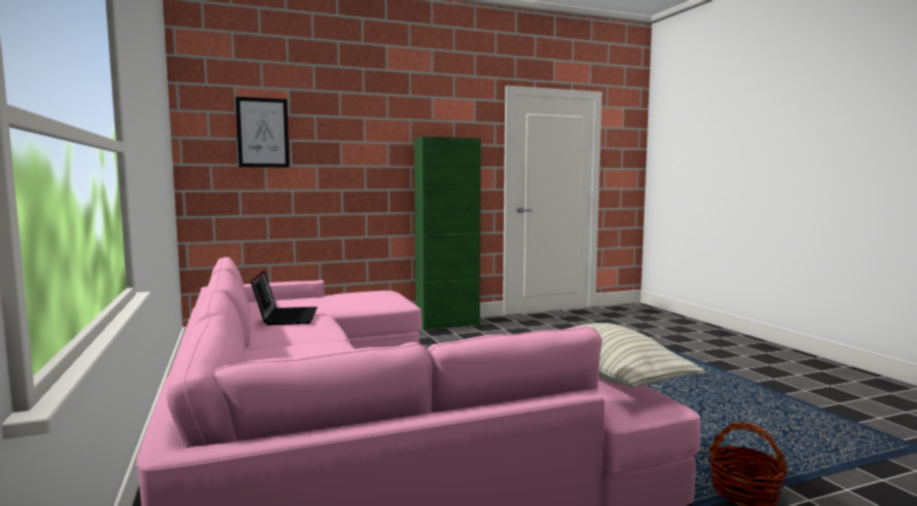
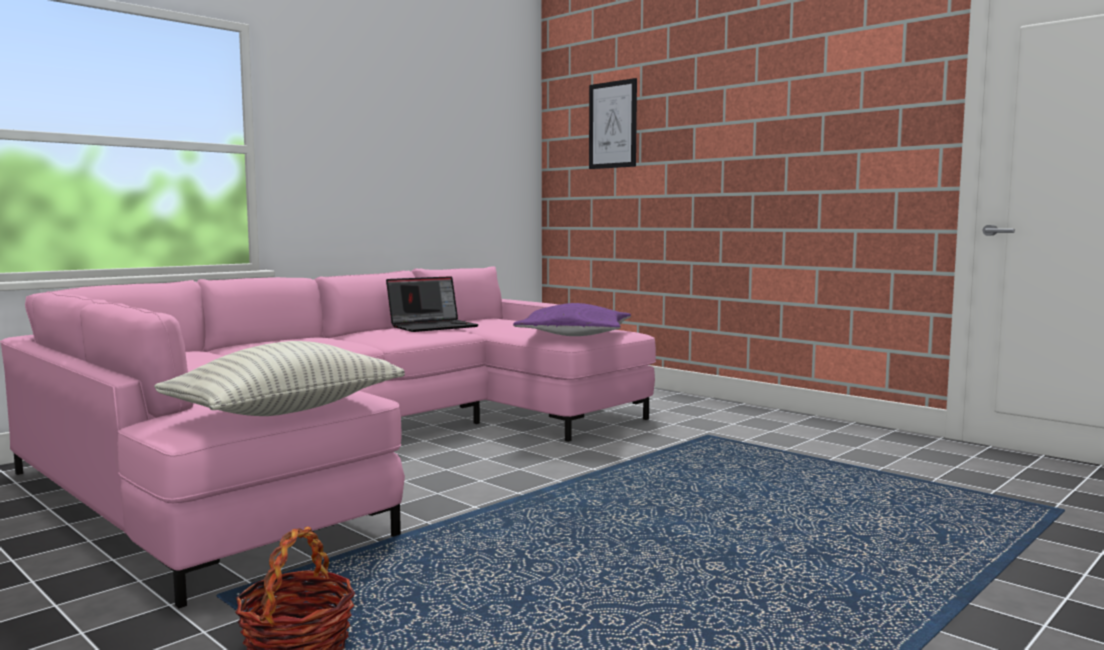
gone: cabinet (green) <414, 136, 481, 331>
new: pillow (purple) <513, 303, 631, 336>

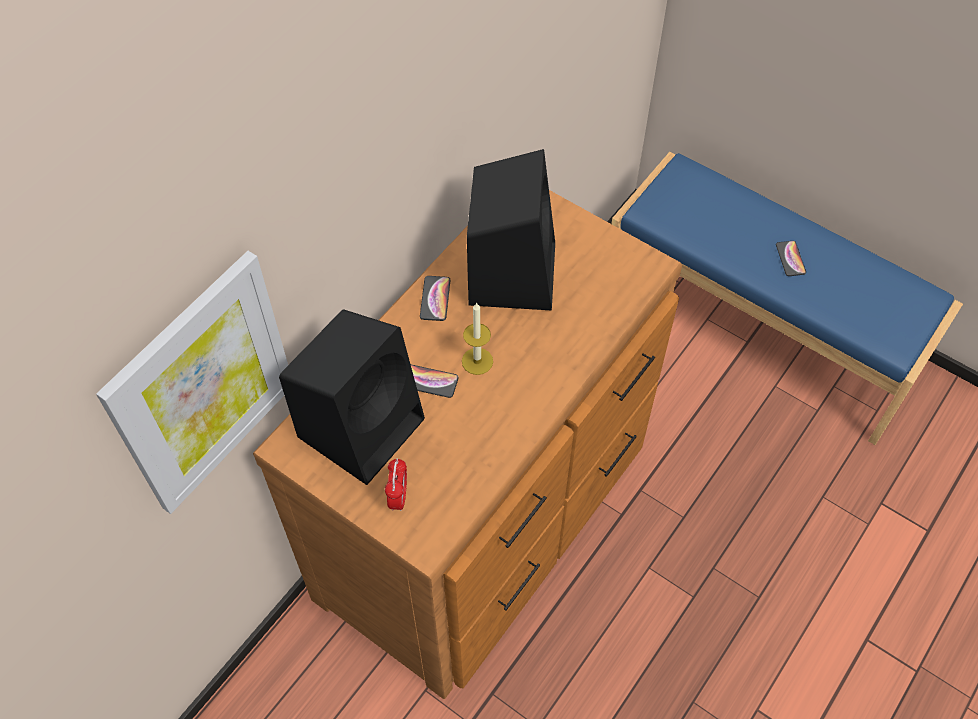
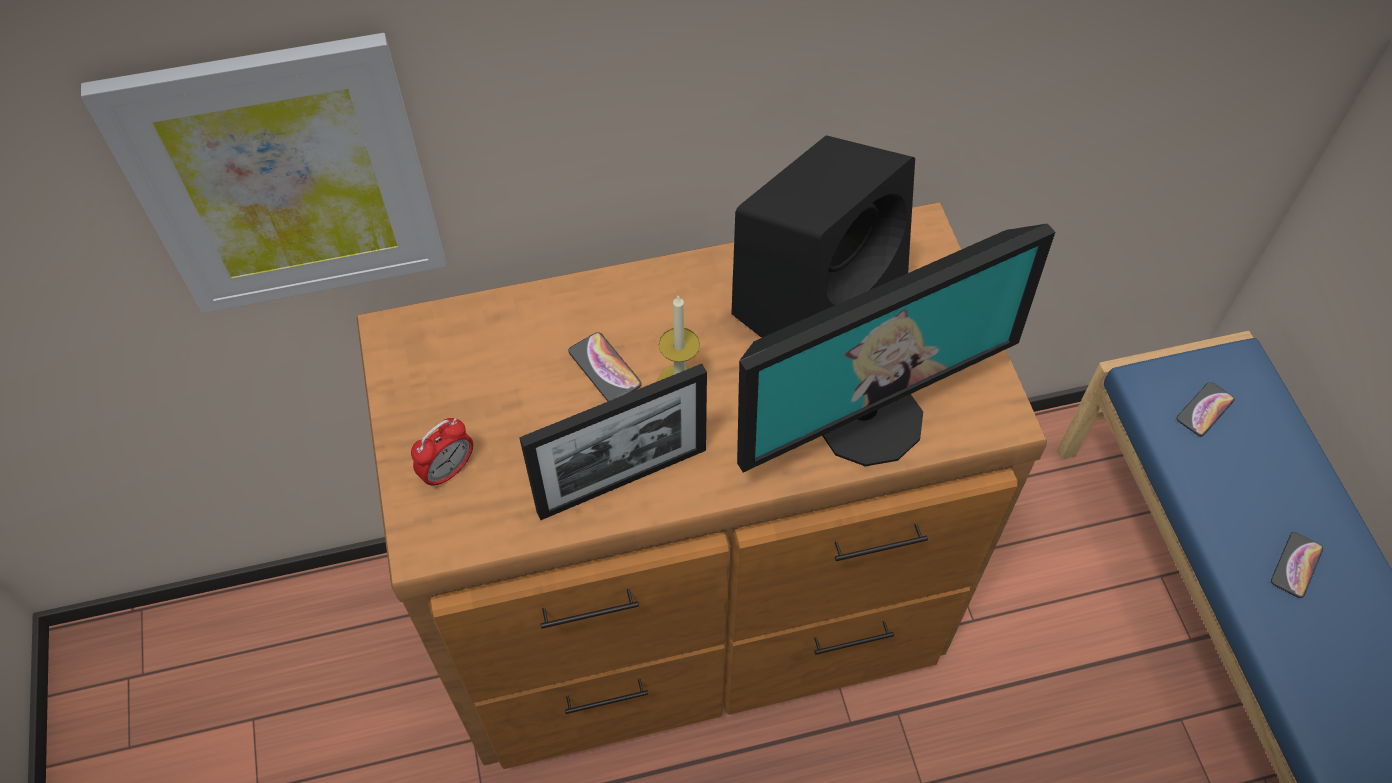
gone: speaker (black) <279, 309, 425, 485>
new: picture frame <519, 364, 707, 520>; monitor <737, 223, 1055, 473>
shifted: phone <420, 276, 450, 321> to <1176, 382, 1234, 436>

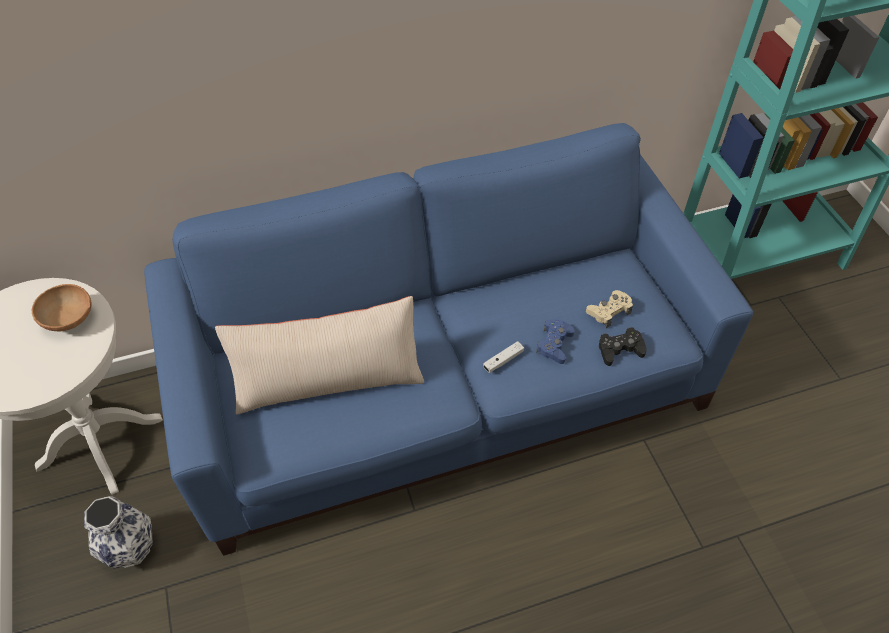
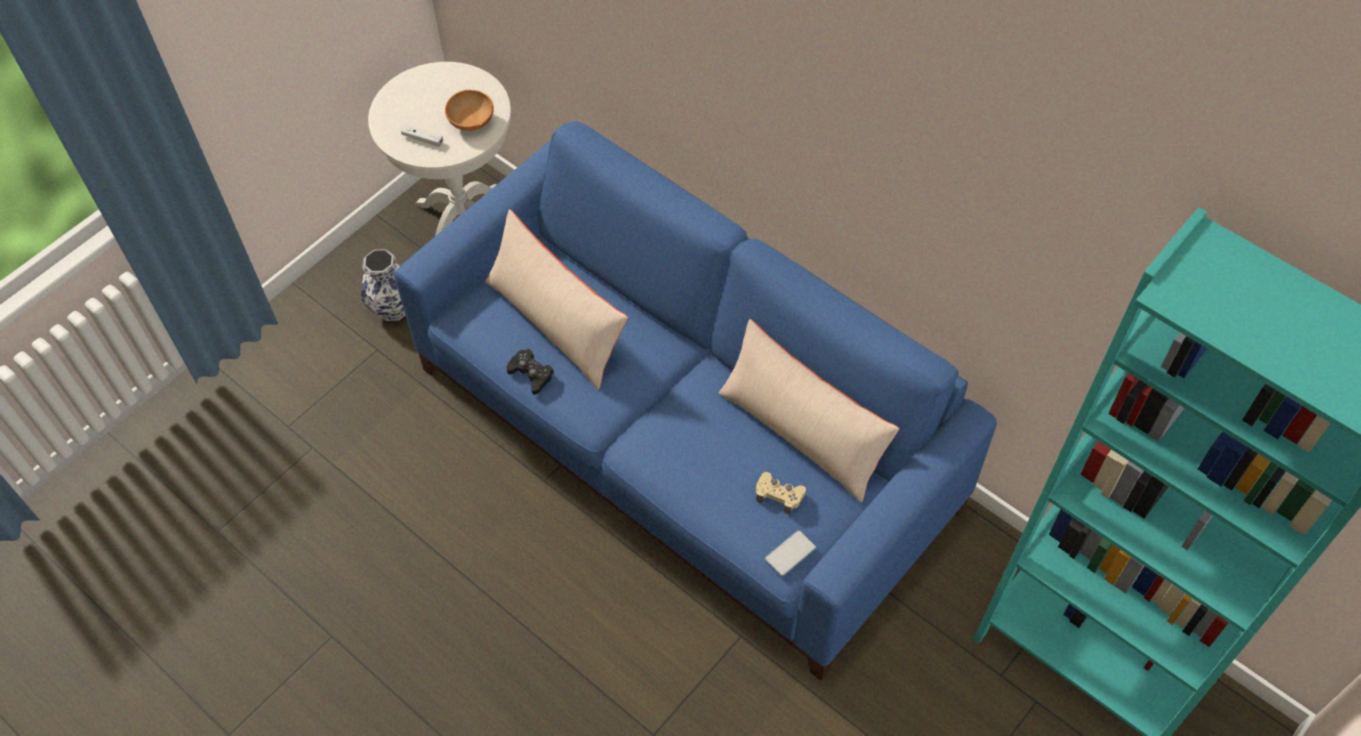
gone: game controller (blue) <536, 319, 574, 364>
new: pillow (beige) <719, 319, 899, 502>; phone <765, 530, 816, 576>
shifted: game controller (white) <483, 341, 524, 373> to <401, 125, 443, 147>; game controller (black) <599, 327, 647, 366> to <506, 349, 554, 395>

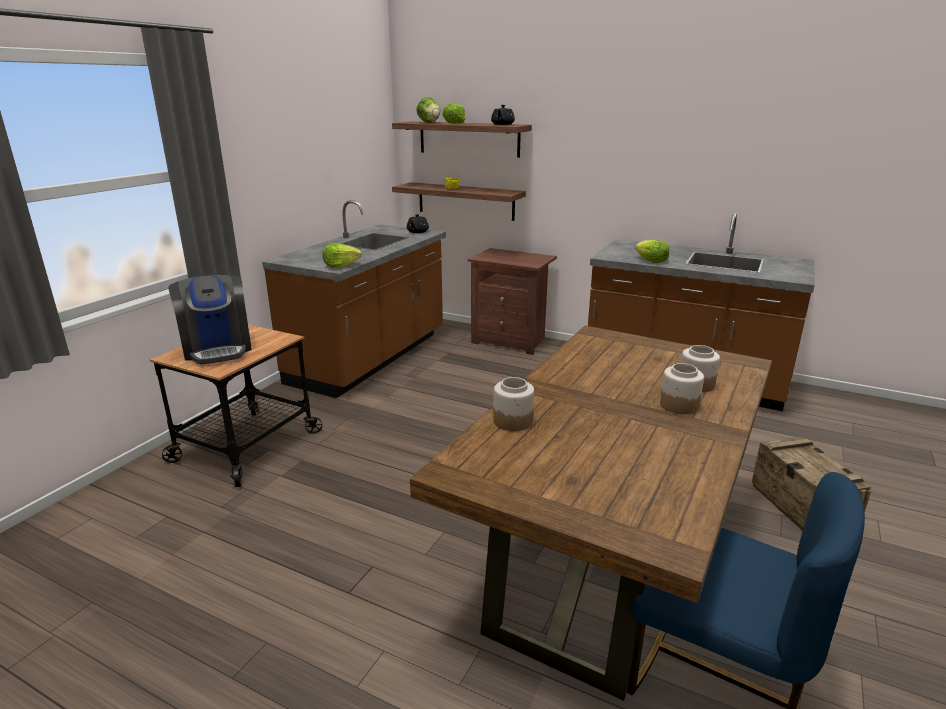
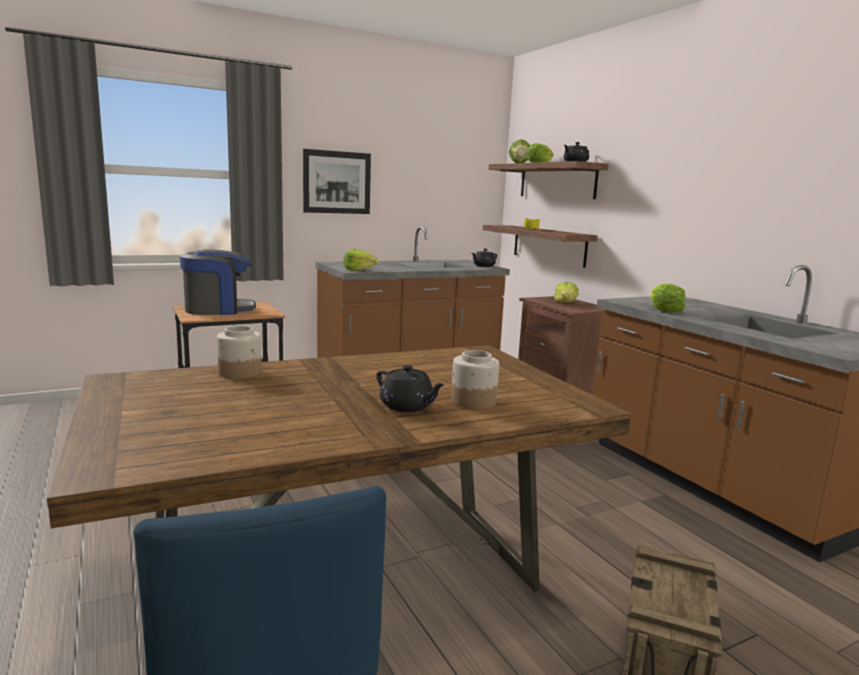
new: picture <303, 149, 371, 214>; lettuce <554, 282, 579, 302>
swapped: jar <660, 363, 704, 414> to teapot (black) <376, 365, 445, 412>
rotated: coffee machine <168, 275, 252, 365> = <180, 249, 256, 315> 120 degrees counterclockwise

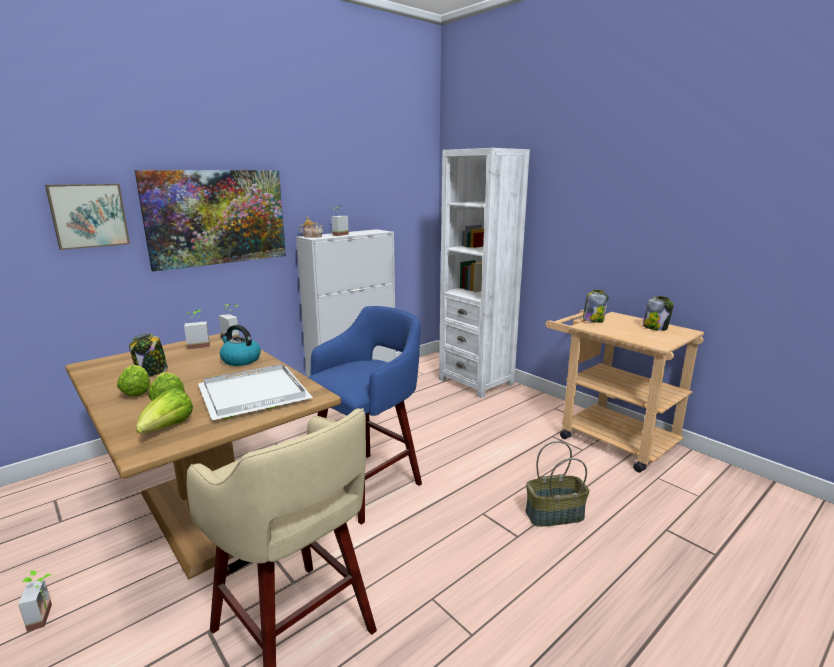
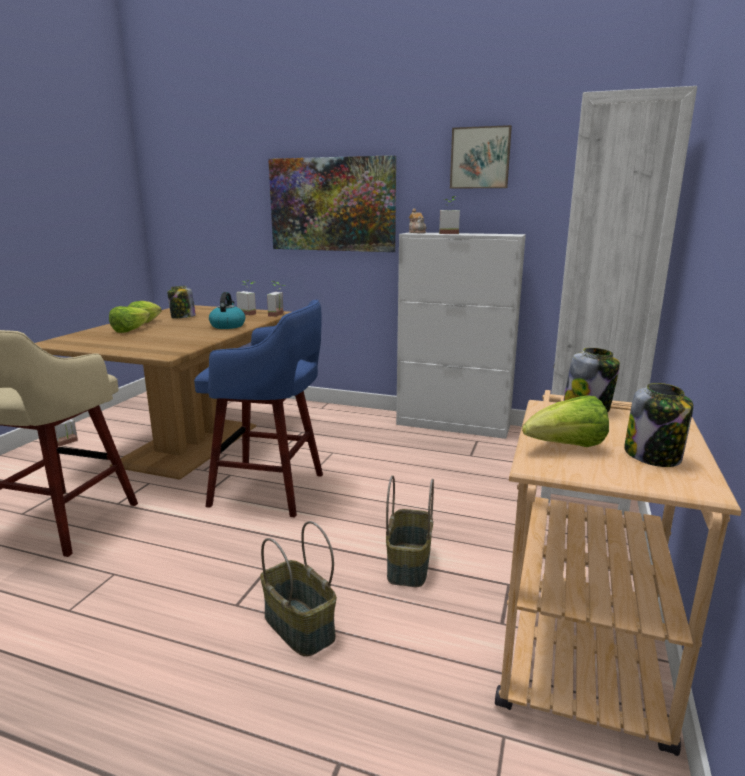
gone: tray (white) <198, 364, 313, 420>
new: basket <386, 475, 434, 587>
shifted: picture <45, 184, 130, 250> to <450, 125, 512, 189>; lettuce <136, 388, 193, 433> to <522, 395, 609, 447>

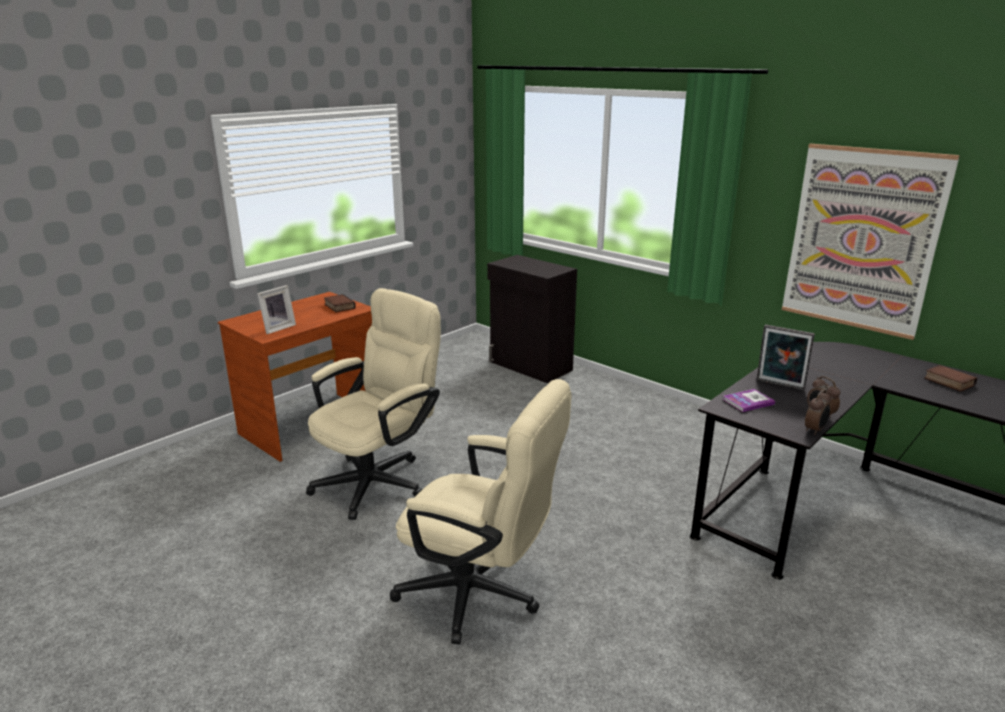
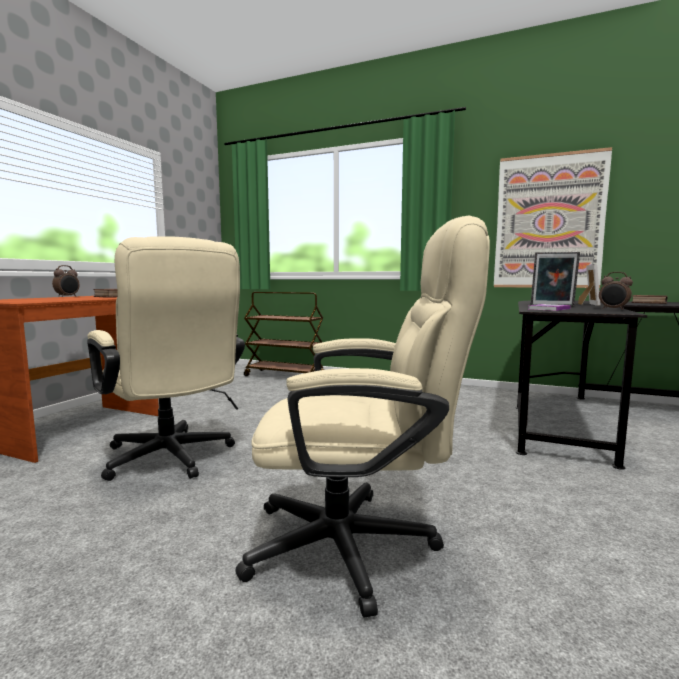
shifted: picture frame <257, 285, 296, 334> to <578, 264, 601, 306>; alarm clock <805, 390, 831, 435> to <52, 265, 80, 297>
swapped: cabinet (black) <487, 255, 577, 383> to cart (brown) <244, 292, 324, 376>
rotated: office chair (beige) <306, 288, 441, 520> = <87, 236, 245, 481> 120 degrees clockwise

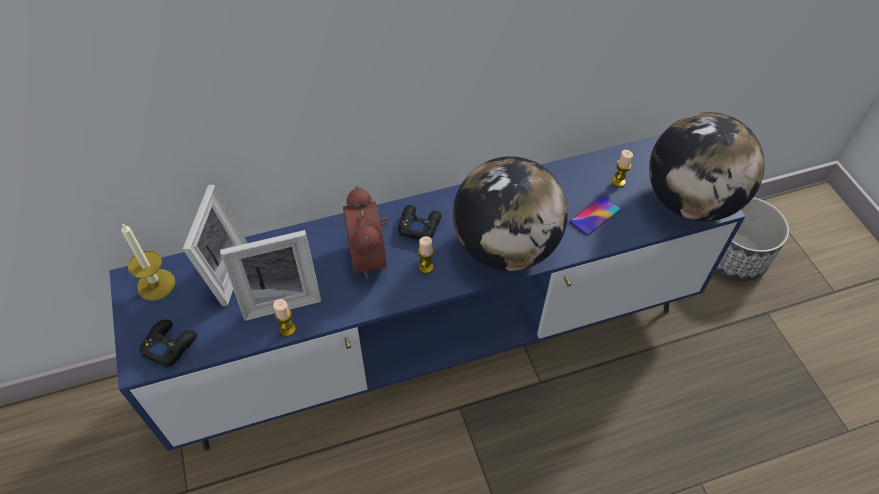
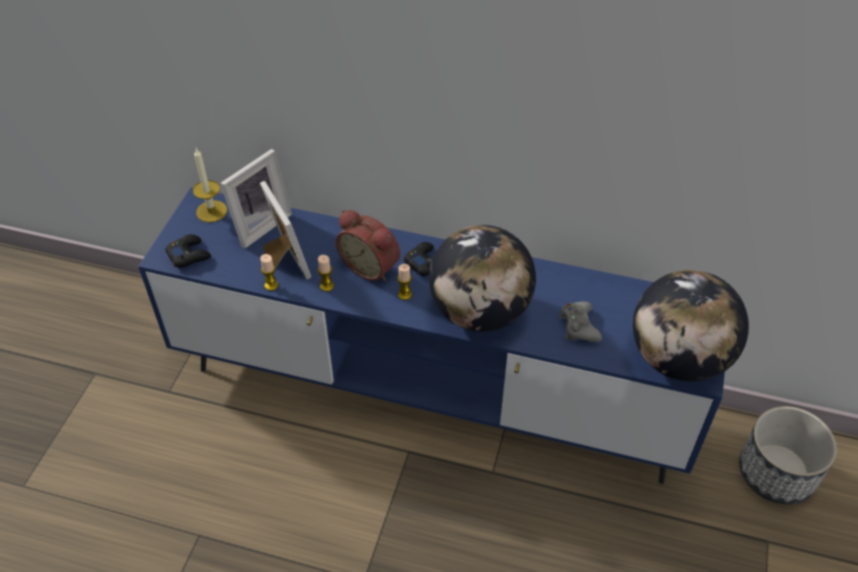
shifted: candle <612, 150, 633, 187> to <318, 255, 334, 292>
swapped: phone <570, 196, 621, 236> to game controller (grey) <559, 301, 602, 342>
rotated: picture frame <220, 230, 322, 321> = <260, 181, 311, 280> 135 degrees counterclockwise; alarm clock <343, 186, 388, 279> = <336, 210, 400, 282> 75 degrees counterclockwise

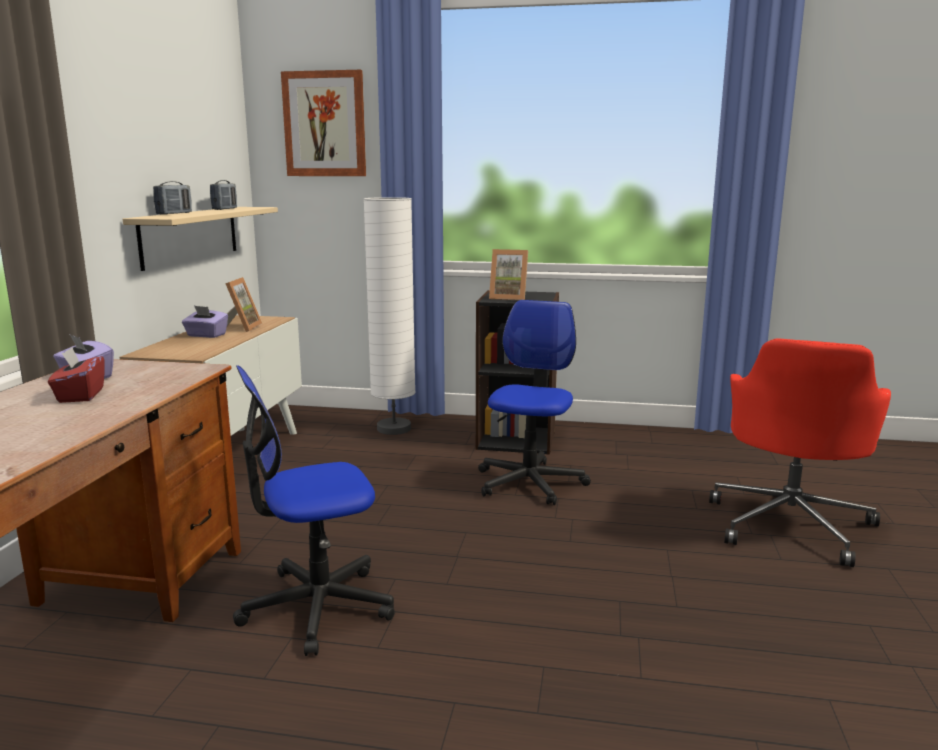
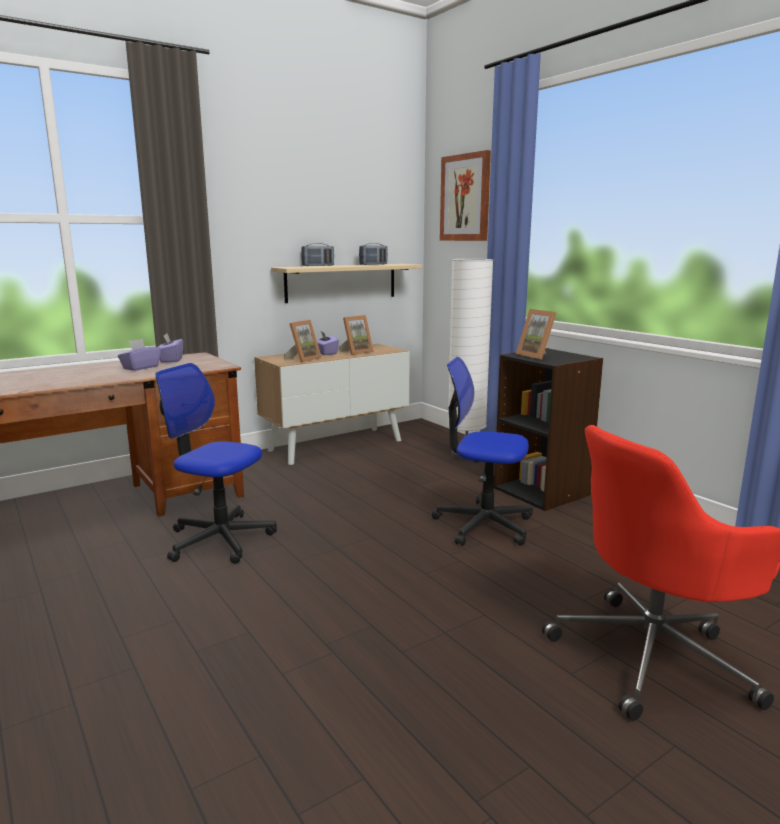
new: picture frame <284, 320, 322, 363>
repainted: tissue box (red) <48, 347, 104, 403> to tissue box (purple) <118, 339, 161, 371>
rotated: office chair <478, 300, 591, 505> = <432, 357, 533, 546> 135 degrees counterclockwise

